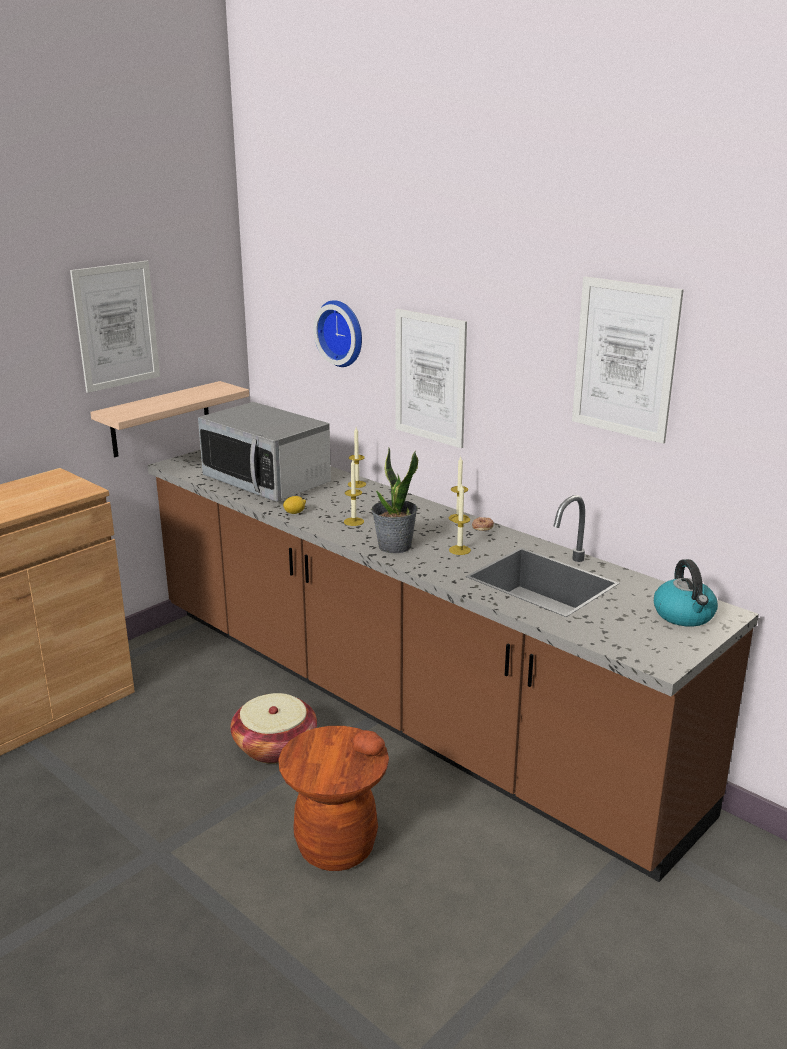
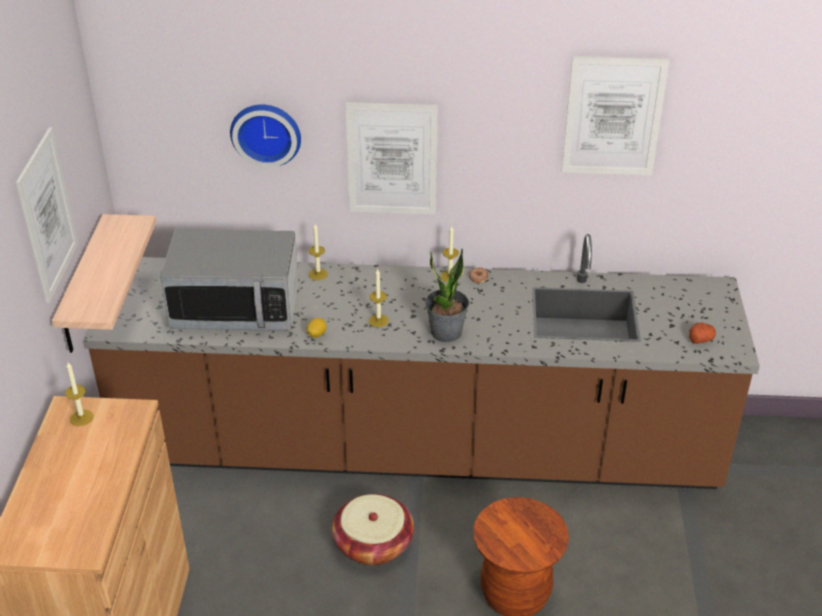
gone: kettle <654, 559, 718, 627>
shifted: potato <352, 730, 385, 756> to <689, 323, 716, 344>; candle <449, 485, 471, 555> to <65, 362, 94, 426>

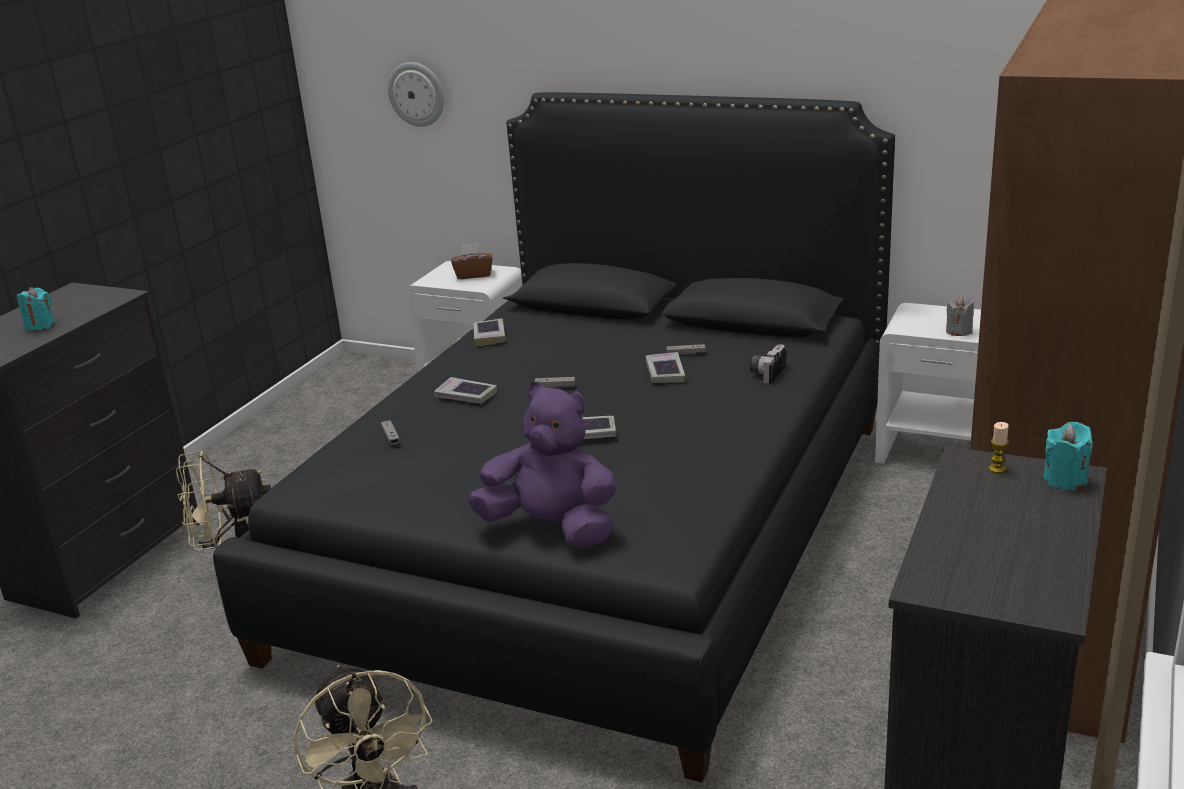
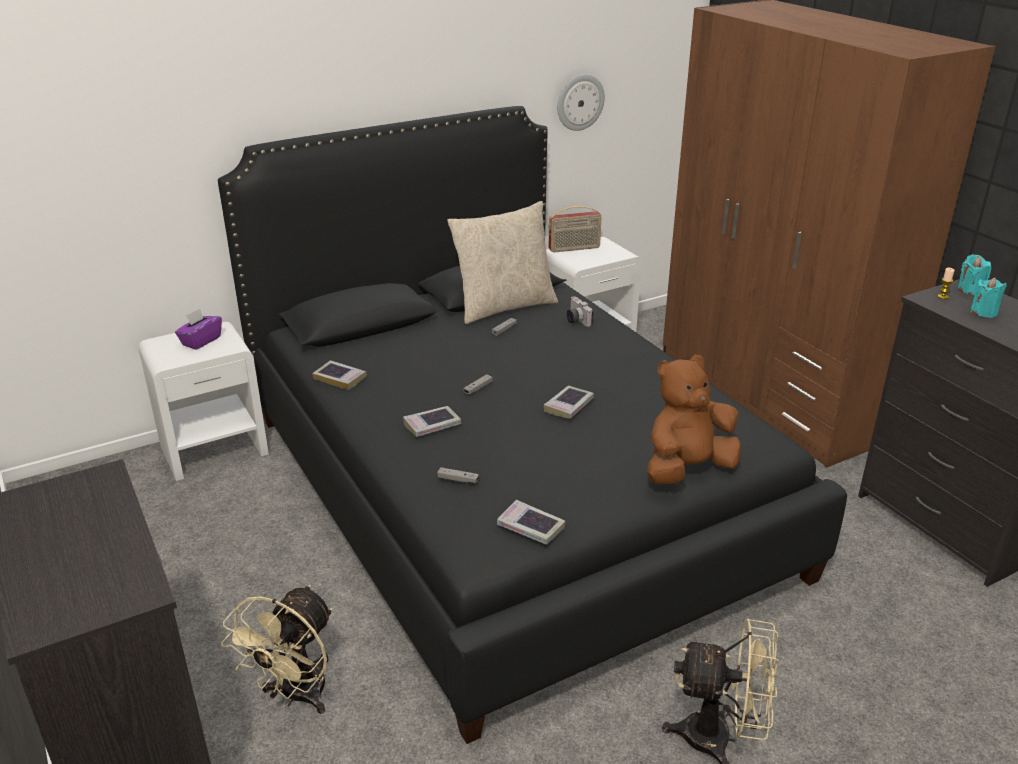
gone: candle (grey) <946, 296, 974, 336>
new: pillow (beige) <447, 201, 558, 324>; radio <548, 206, 602, 253>
shifted: candle (turquoise) <17, 287, 56, 331> to <970, 277, 1007, 318>; wall clock <388, 62, 444, 127> to <557, 74, 605, 131>; book <646, 352, 685, 383> to <497, 500, 566, 545>
repainted: tissue box (brown) <451, 243, 493, 279> to tissue box (purple) <175, 309, 222, 350>; plush toy (purple) <468, 381, 617, 548> to plush toy (brown) <647, 355, 741, 484>

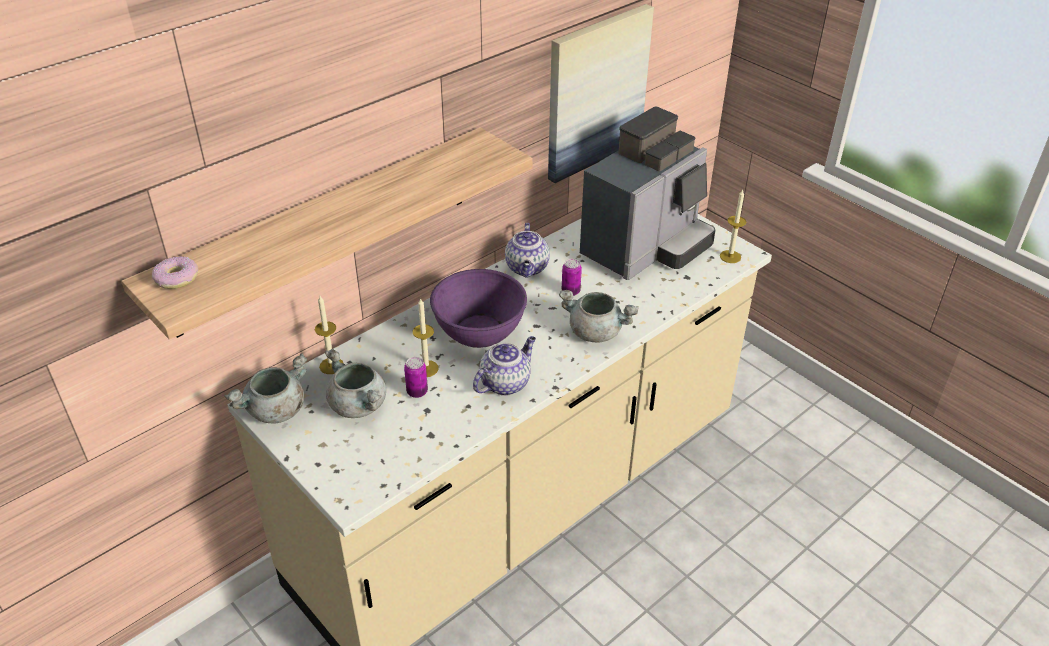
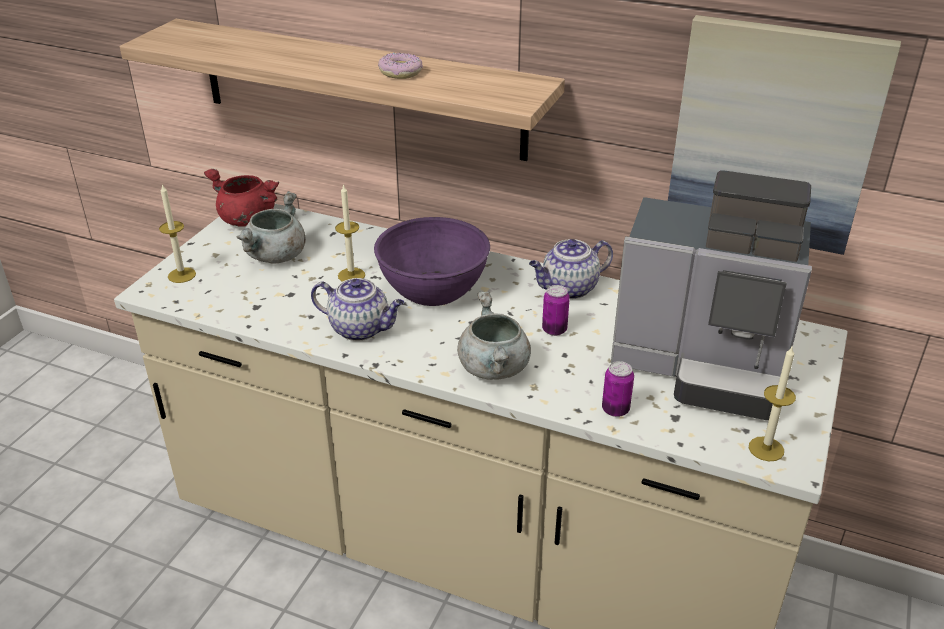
shifted: donut <152, 256, 198, 289> to <378, 53, 423, 79>; candle <315, 296, 343, 374> to <159, 184, 196, 283>; can <404, 357, 428, 398> to <602, 361, 634, 417>
repainted: cooking pot (grey) <224, 353, 307, 423> to cooking pot (red) <204, 169, 279, 227>

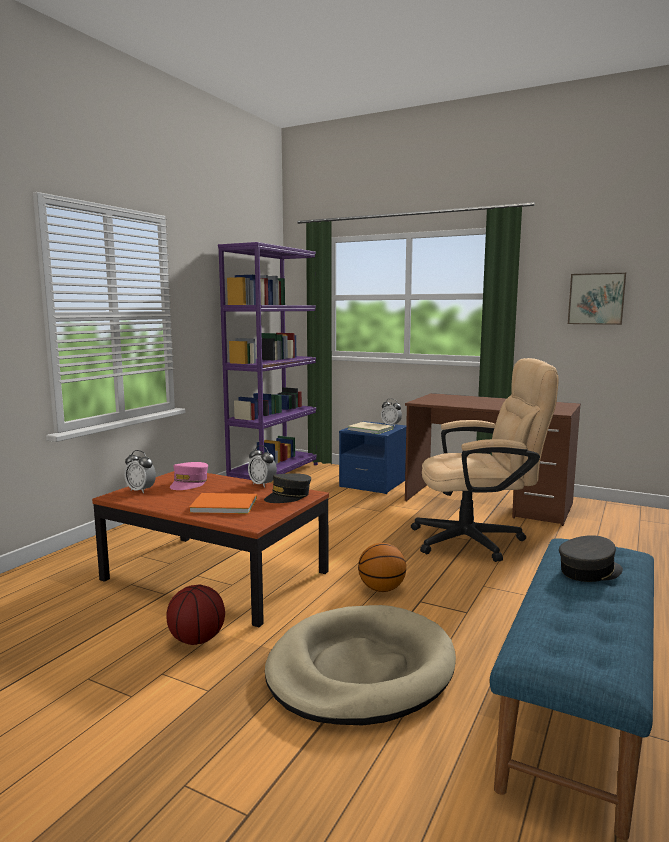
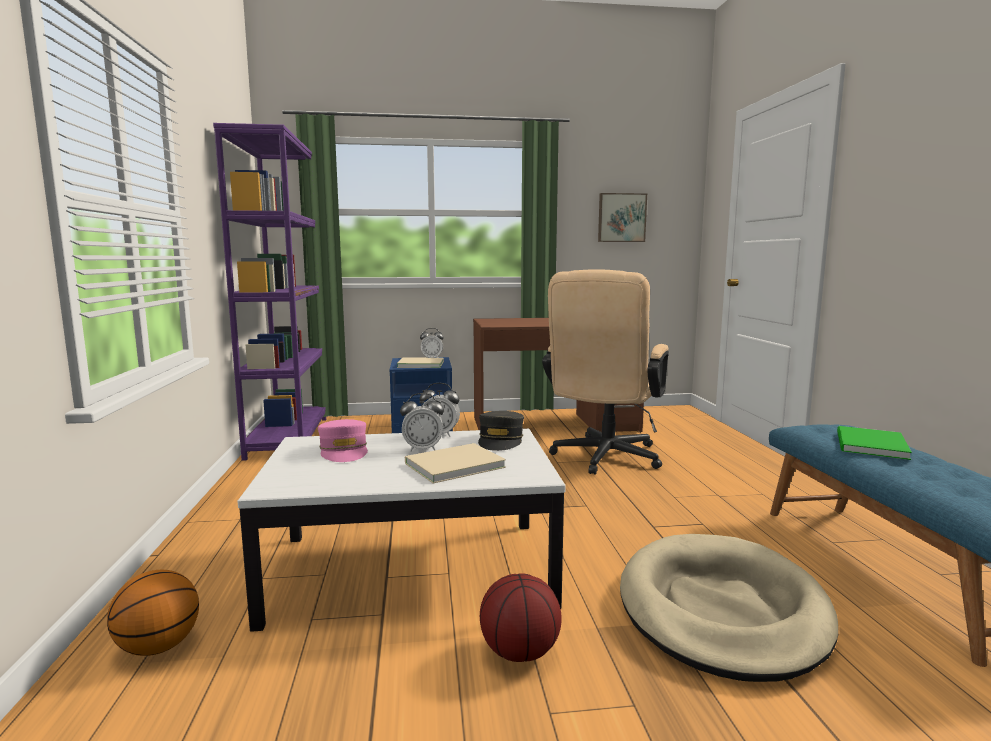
shifted: alarm clock <124, 450, 156, 493> to <400, 393, 444, 452>; basketball <358, 543, 406, 592> to <107, 570, 199, 656>
swapped: cap (grey) <559, 535, 623, 582> to book (green) <837, 426, 912, 460>
repainted: coffee table (brown) <92, 471, 329, 627> to coffee table (white) <237, 429, 566, 632>; book (orange) <189, 493, 257, 514> to book (beige) <405, 443, 506, 483>
rotated: office chair (beige) <411, 358, 559, 562> = <542, 269, 669, 475> 150 degrees clockwise

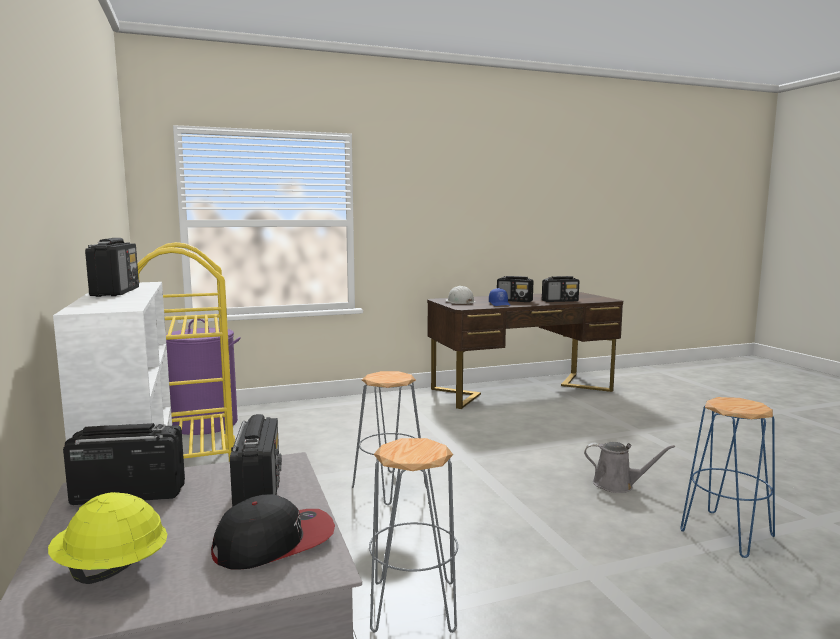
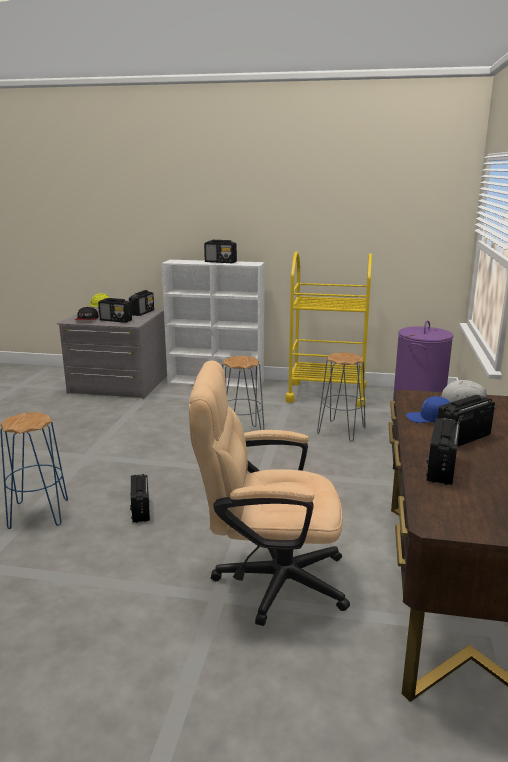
new: office chair (beige) <189, 360, 350, 626>
shifted: stool (grey) <369, 438, 458, 633> to <317, 352, 366, 442>
swapped: watering can (grey) <584, 442, 675, 493> to radio <130, 474, 150, 523>

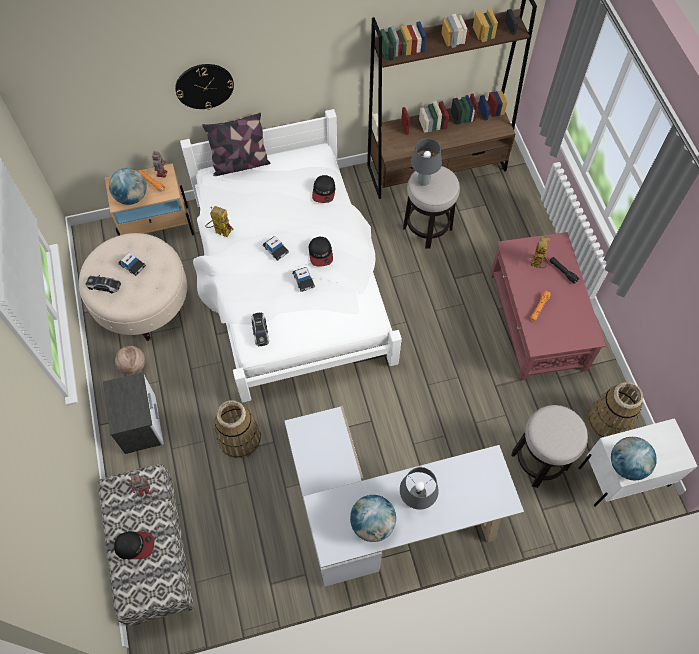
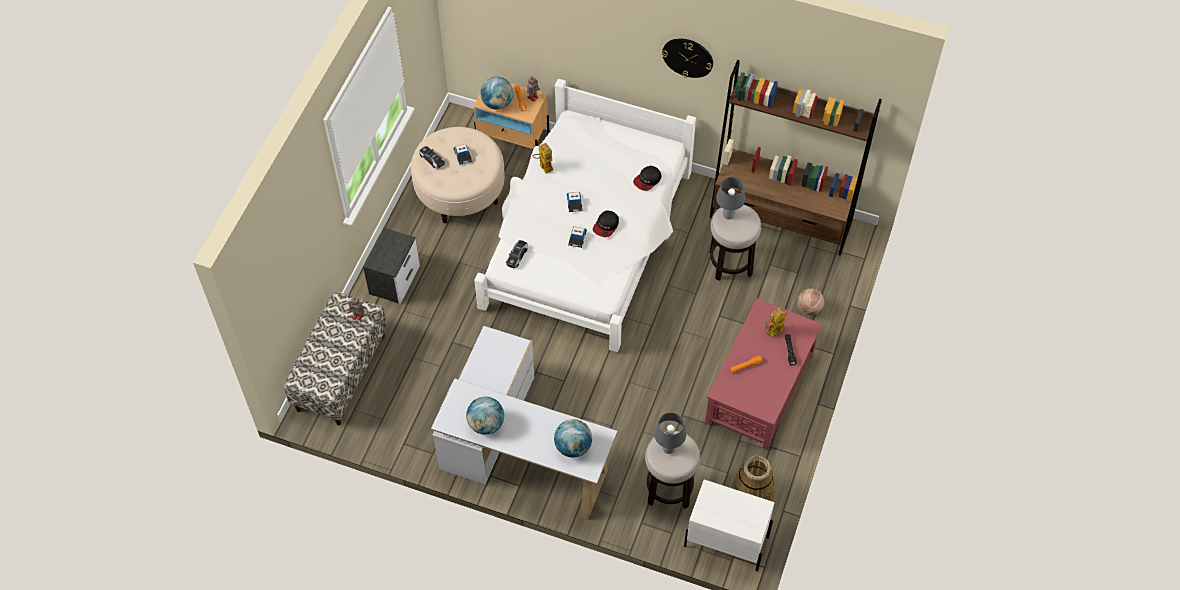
gone: cap <114, 531, 154, 559>; pillow <203, 113, 270, 176>; basket <215, 400, 261, 459>
shifted: basketball <115, 346, 145, 375> to <797, 288, 824, 315>; wall clock <175, 64, 234, 110> to <662, 38, 713, 78>; table lamp (grey) <400, 467, 439, 510> to <654, 412, 686, 454>; globe <611, 437, 657, 480> to <554, 419, 592, 458>

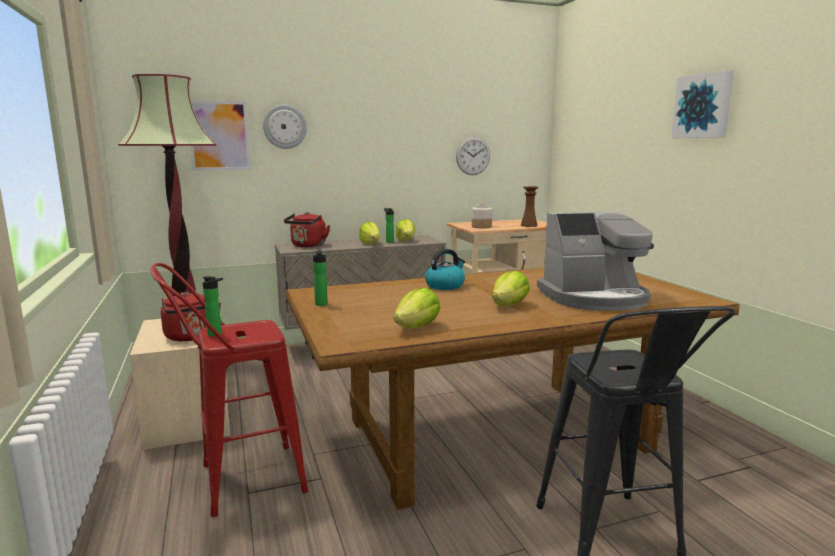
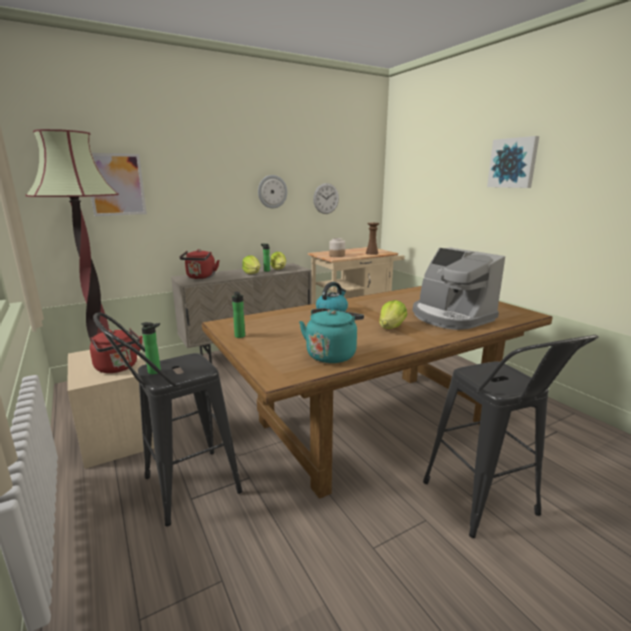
shifted: wall clock <263, 105, 307, 149> to <258, 175, 287, 208>
swapped: lettuce <393, 288, 440, 328> to kettle (turquoise) <299, 308, 364, 363>
repainted: stool (red) <151, 263, 308, 517> to stool (black) <93, 312, 243, 526>
rotated: coffee machine <537, 211, 654, 311> = <413, 248, 505, 330> 75 degrees clockwise

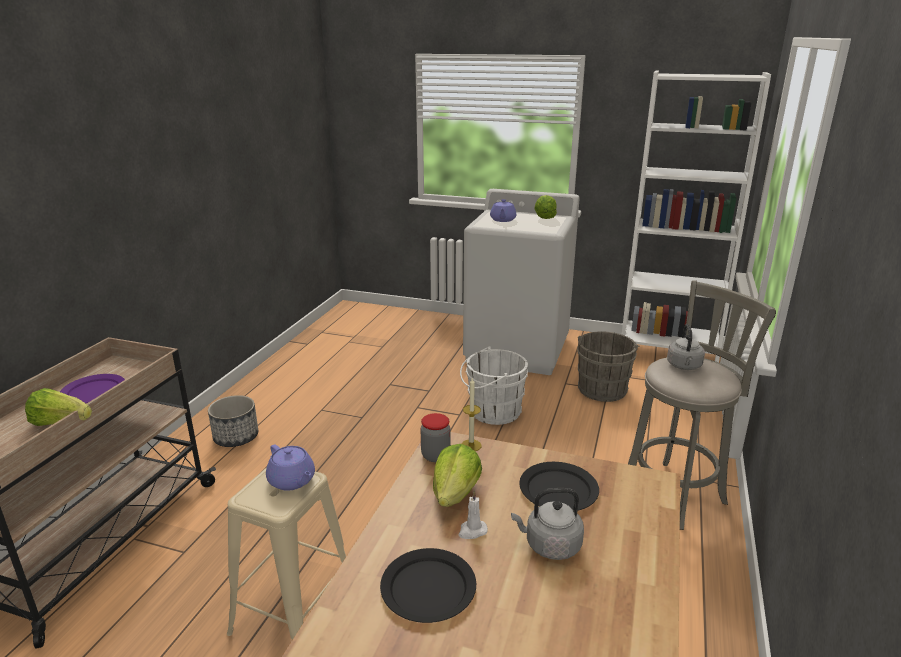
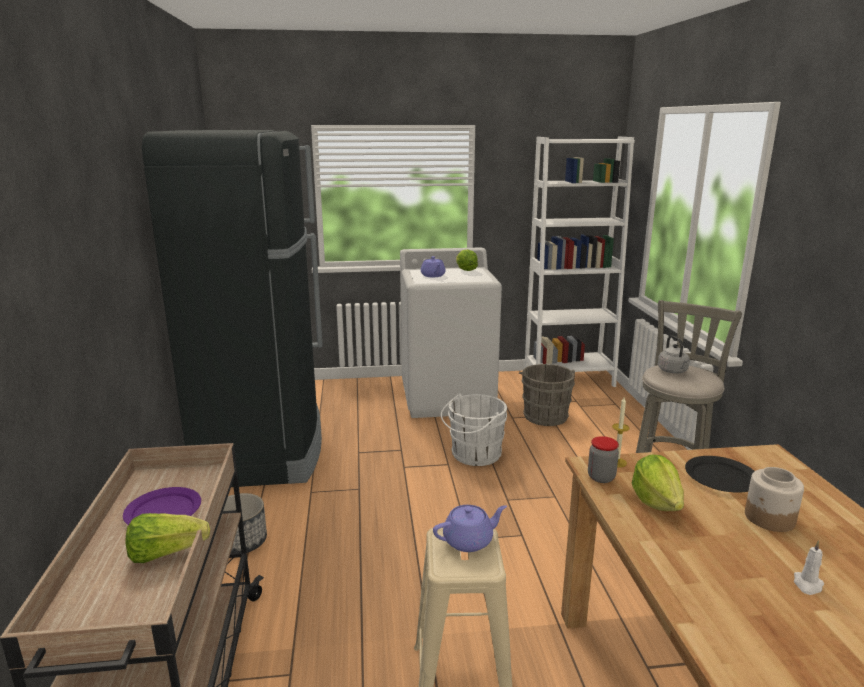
gone: plate (black) <380, 548, 476, 623>
new: fridge (black) <142, 130, 322, 487>
shifted: candle (white) <458, 491, 488, 539> to <794, 540, 824, 595>
swapped: kettle (grey) <511, 488, 584, 560> to jar <745, 467, 804, 532>
rotated: teapot (purple) <266, 445, 315, 491> = <433, 505, 507, 552> 45 degrees counterclockwise

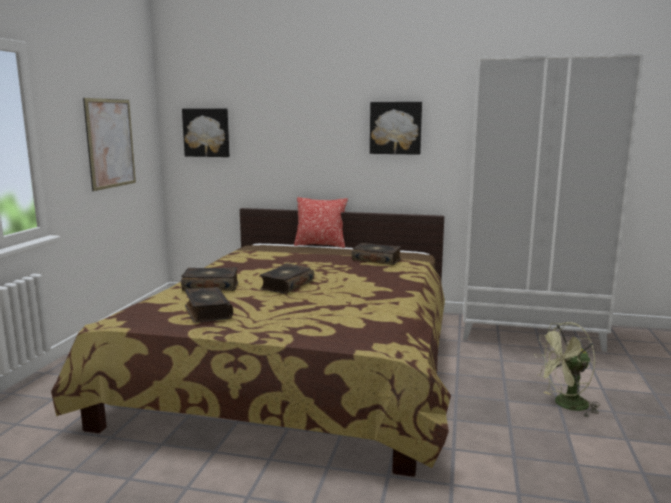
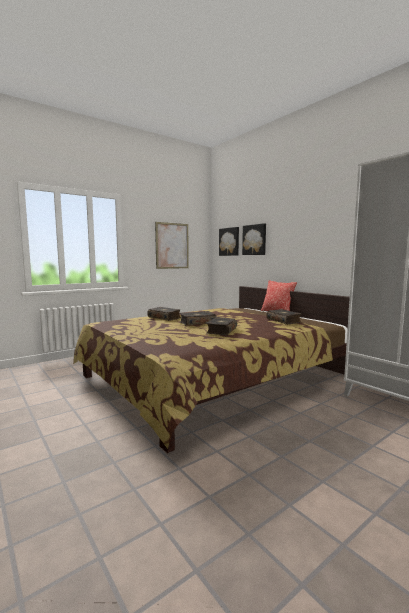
gone: fan (green) <534, 322, 600, 418>
shifted: book <185, 287, 233, 323> to <206, 317, 237, 335>; picture <370, 102, 422, 155> to <242, 223, 266, 255>

